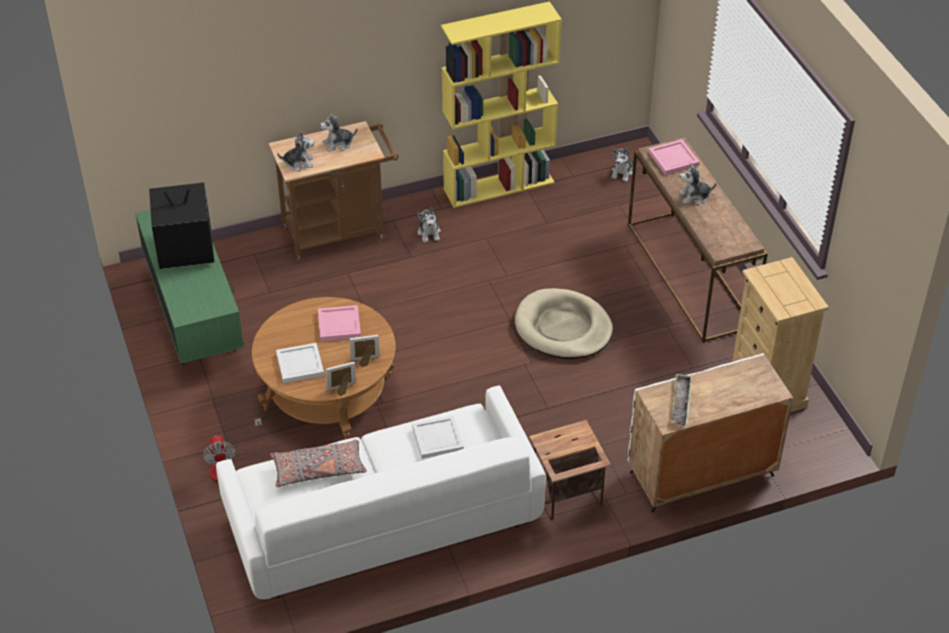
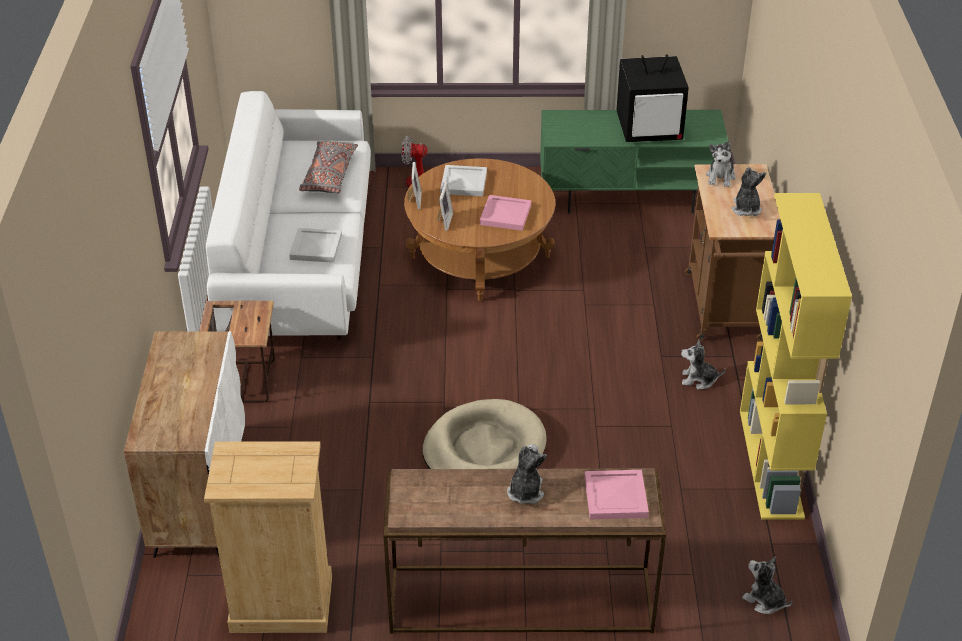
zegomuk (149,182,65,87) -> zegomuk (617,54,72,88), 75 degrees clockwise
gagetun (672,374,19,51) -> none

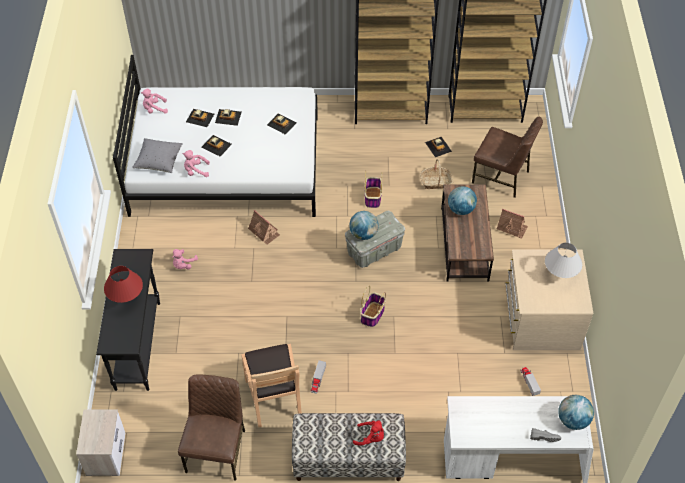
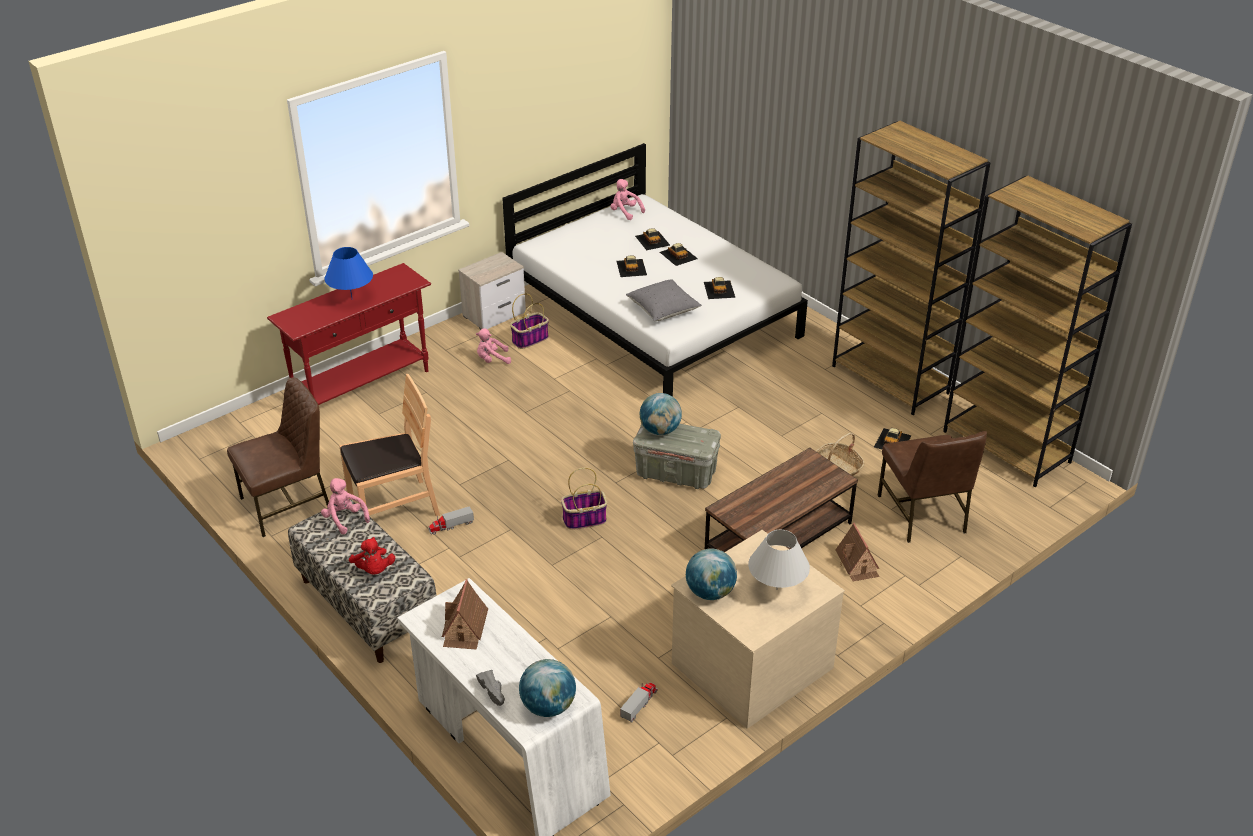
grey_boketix (132,138,51,35) -> grey_boketix (626,280,76,41), relocated
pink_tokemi (183,150,27,27) -> pink_tokemi (321,478,49,56), relocated
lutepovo (364,171,18,37) -> lutepovo (510,293,39,56), relocated
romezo (448,186,29,29) -> romezo (686,549,51,51), relocated
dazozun (248,210,32,34) -> dazozun (442,579,46,70), relocated
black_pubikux (96,249,64,142) -> red_pubikux (267,263,164,142)
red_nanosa (104,266,39,37) -> blue_nanosa (324,247,49,51)
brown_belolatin (241,344,61,83) -> brown_belolatin (339,374,101,142), 150 degrees counterclockwise
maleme (76,410,49,66) -> maleme (458,252,68,77), relocated

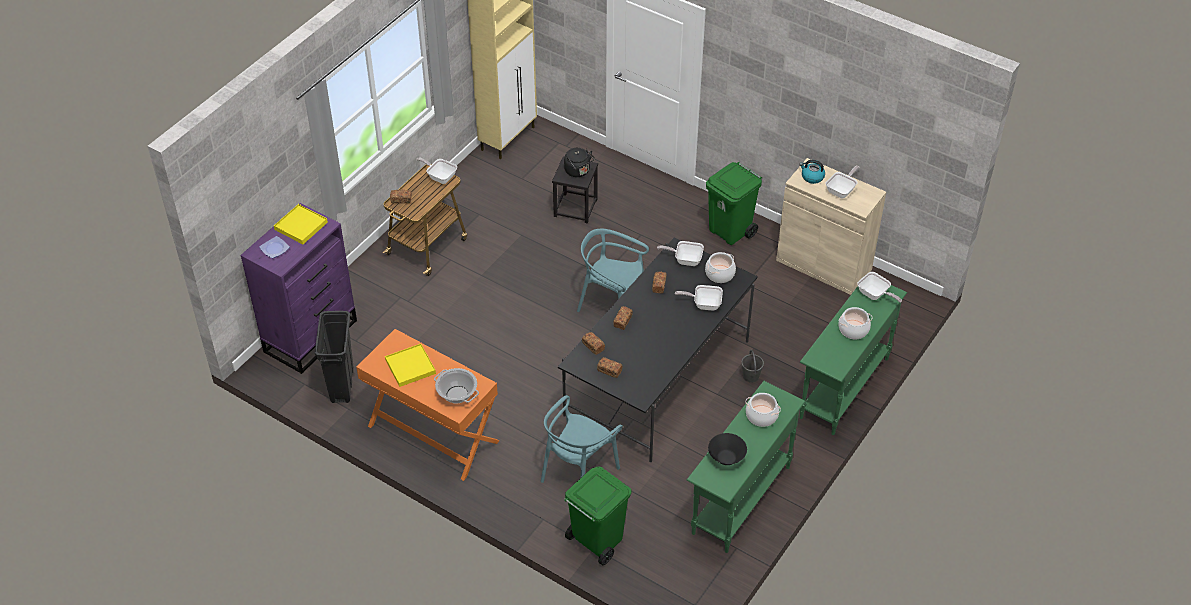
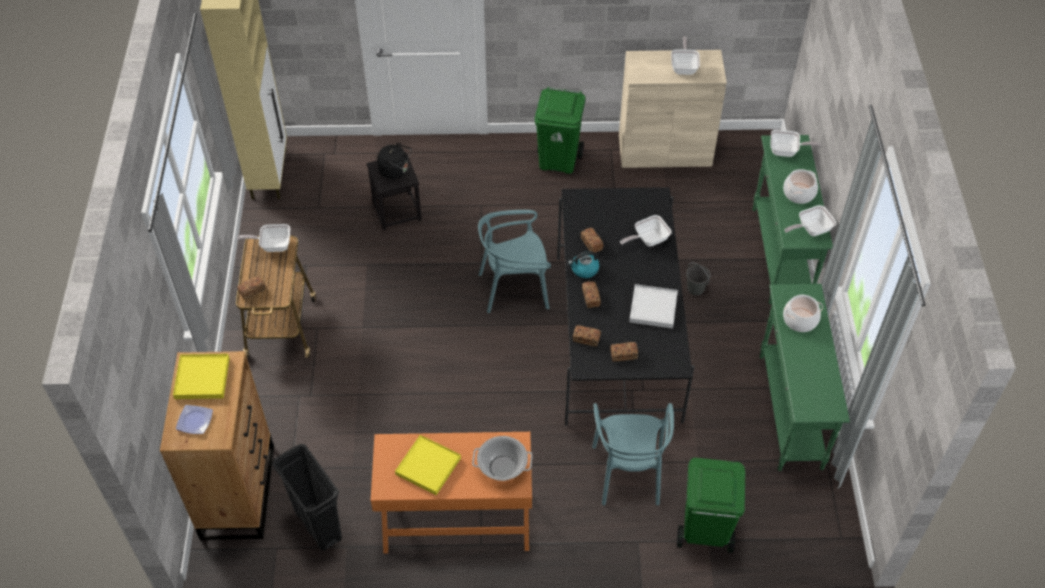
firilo (799,160,26,24) -> firilo (568,251,32,27), relocated
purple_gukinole (240,203,117,171) -> brown_gukinole (160,351,114,189)
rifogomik (657,241,47,25) -> rifogomik (784,205,52,31), relocated
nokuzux (705,252,31,31) -> none
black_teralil (708,433,39,32) -> none
none -> white_gagetun (629,284,49,44)

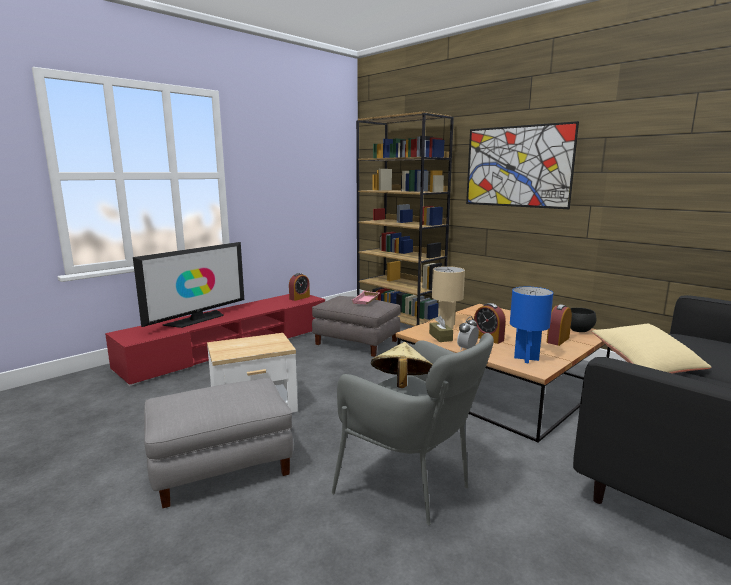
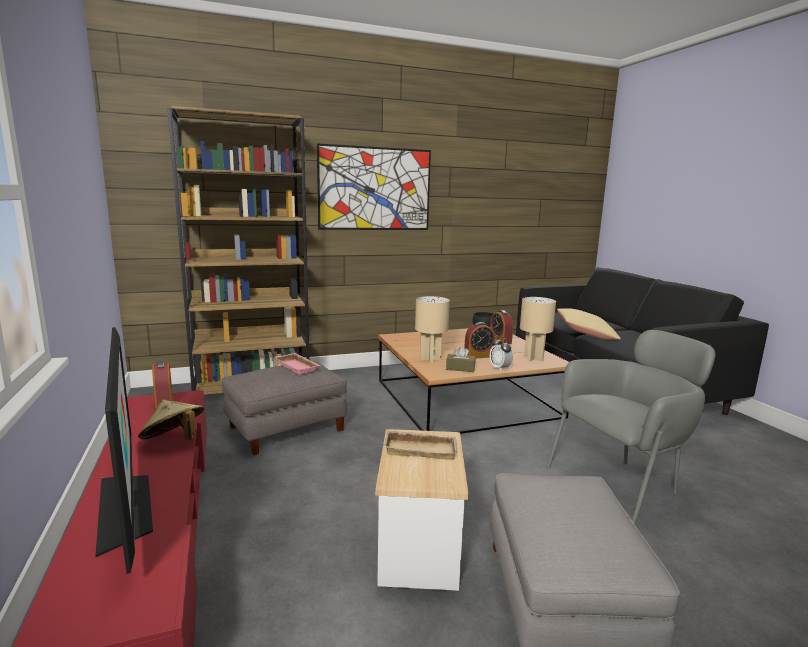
blue_nanosa (510,287,43,76) -> beige_nanosa (520,297,36,64)
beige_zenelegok (371,342,62,46) -> beige_zenelegok (138,400,66,40), relocated
none -> beige_gagetun (384,431,73,29)

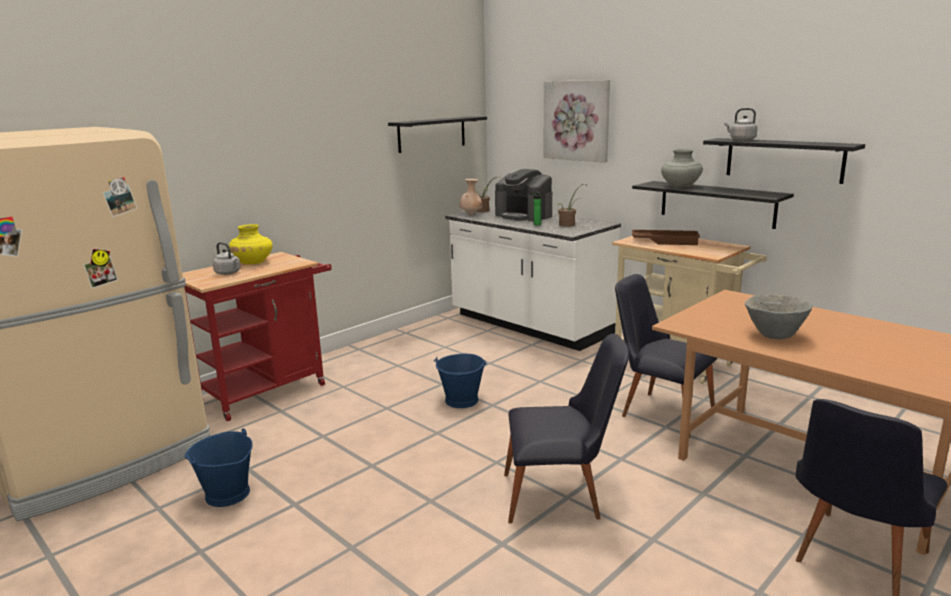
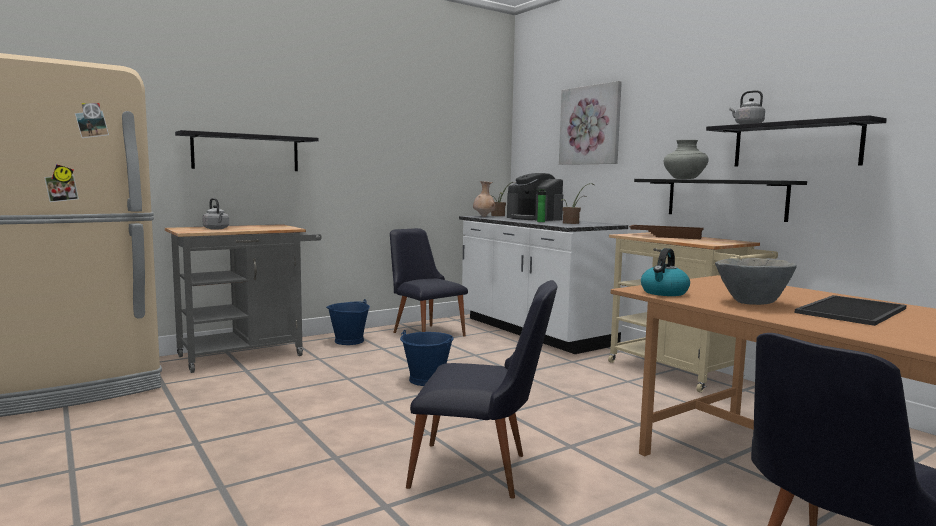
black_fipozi (388,116,99,37) -> black_fipozi (175,130,144,41), relocated
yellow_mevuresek (229,224,44,41) -> none
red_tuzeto (182,252,150,169) -> grey_tuzeto (165,224,157,149)
black_belolatin (615,274,102,164) -> black_belolatin (390,228,78,109), relocated
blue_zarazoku (185,428,68,79) -> blue_zarazoku (326,299,44,46), relocated
none -> firilo (641,248,49,48)
none -> gagetun (795,295,112,31)

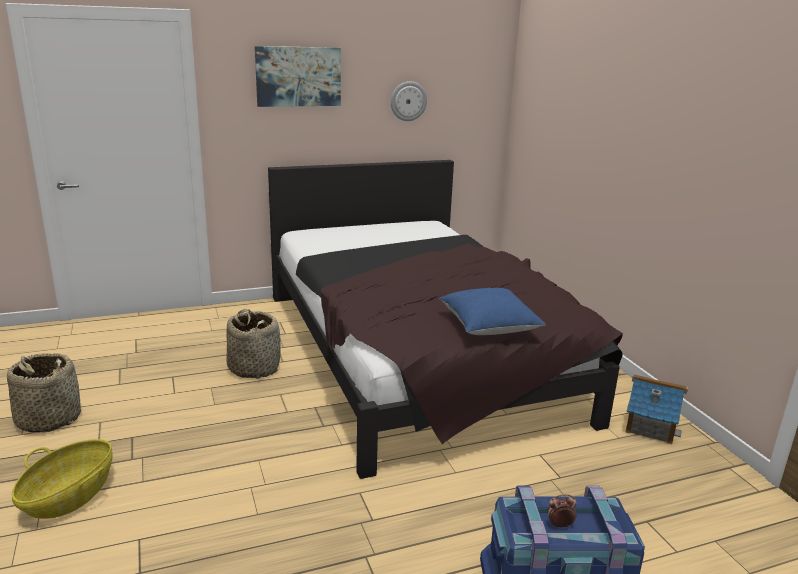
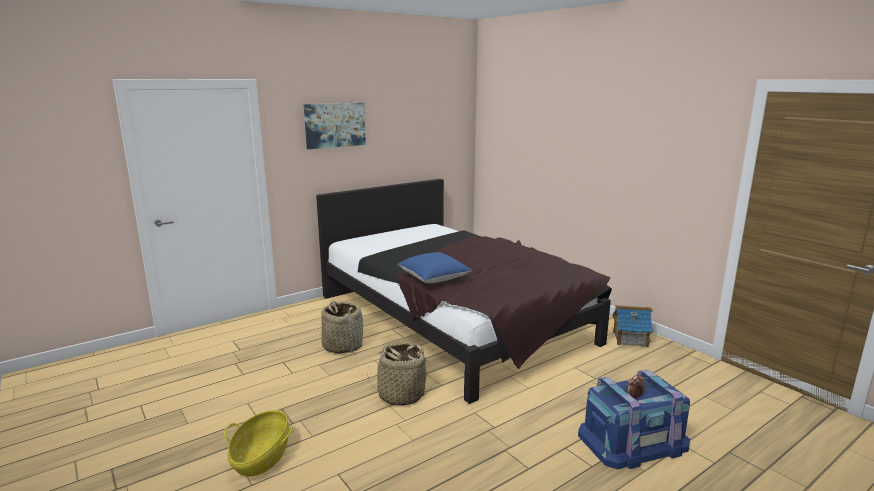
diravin (391,81,36,40) -> none
blue_boketix (439,288,107,47) -> blue_boketix (397,252,75,31), relocated
lutepovo (7,353,74,80) -> lutepovo (367,342,64,64), relocated

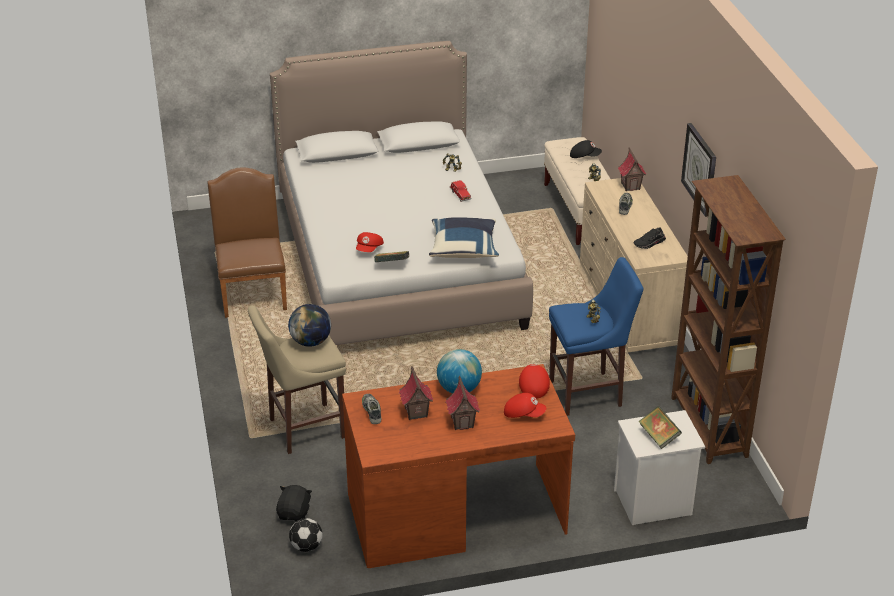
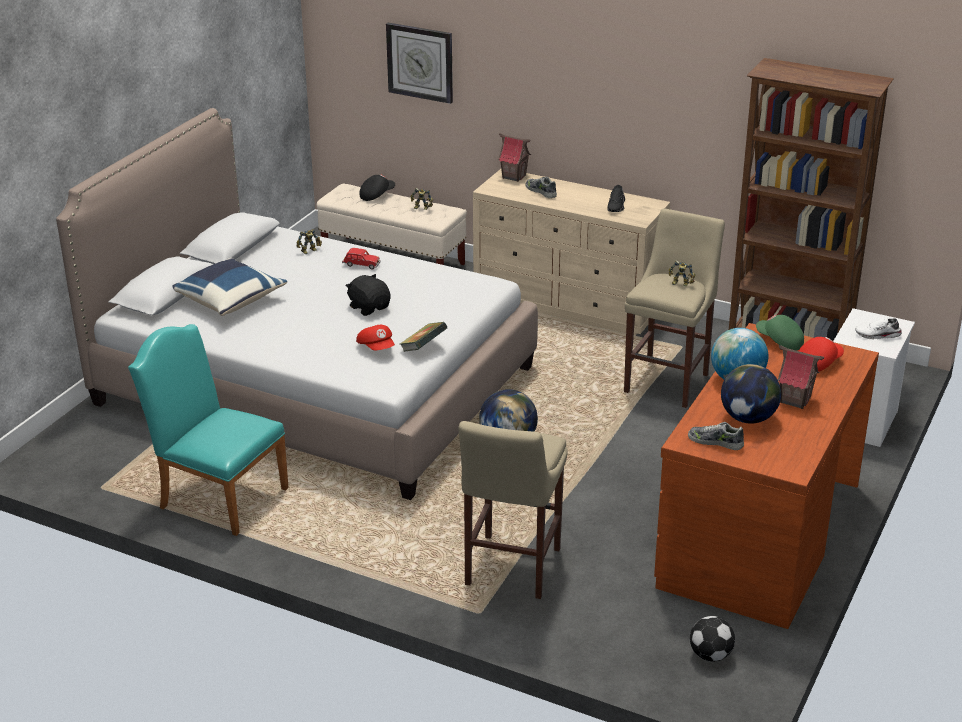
diravin (681,123,35,94) -> diravin (386,23,67,81), relocated
brown_belolatin (208,167,79,151) -> turquoise_belolatin (128,324,161,212)
blue_boketix (429,217,70,41) -> blue_boketix (173,258,114,58), relocated
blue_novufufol (549,257,94,159) -> beige_novufufol (624,208,101,200)
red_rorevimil (519,364,31,35) -> green_rorevimil (756,315,48,35)
dazozun (399,366,34,54) -> romezo (721,364,60,60)
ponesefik (638,406,44,43) -> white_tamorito (855,317,47,23)
black_tokemi (276,485,36,36) -> black_tokemi (346,274,44,42), relocated

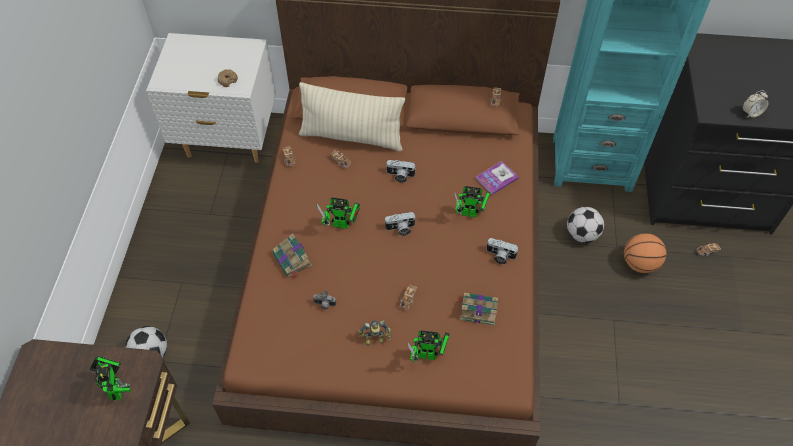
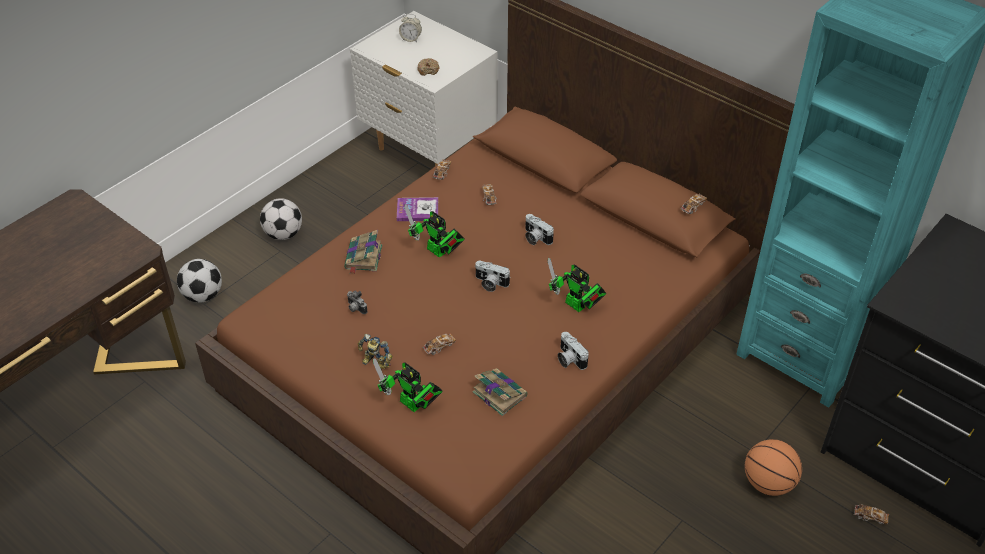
beige_boketix (299,82,106,70) -> none
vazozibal (742,90,26,28) -> vazozibal (399,14,23,28), relocated
ponesefik (476,161,43,34) -> ponesefik (397,197,41,24), relocated
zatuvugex (567,207,37,36) -> zatuvugex (260,198,42,42), relocated
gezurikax (90,356,42,45) -> none

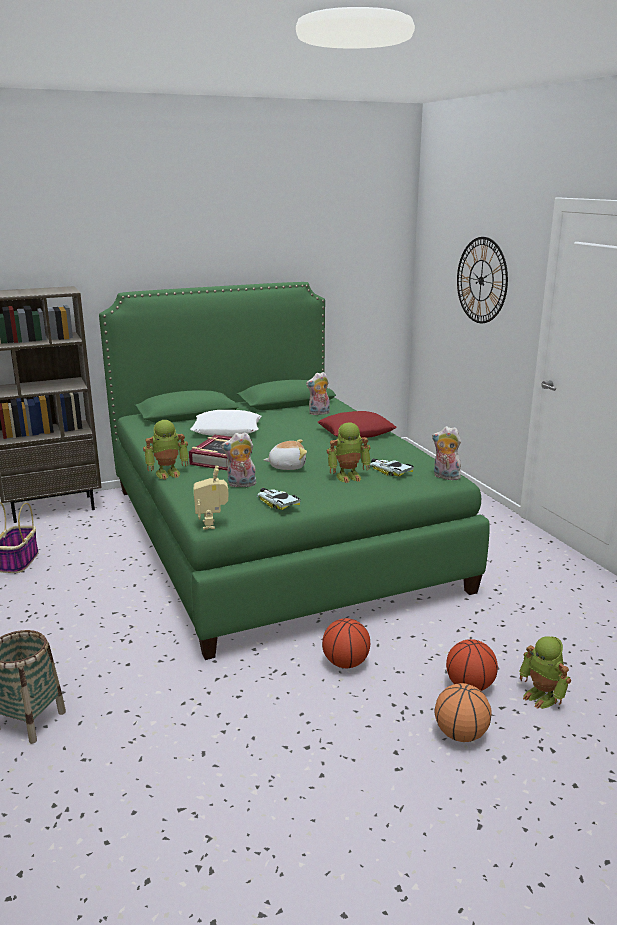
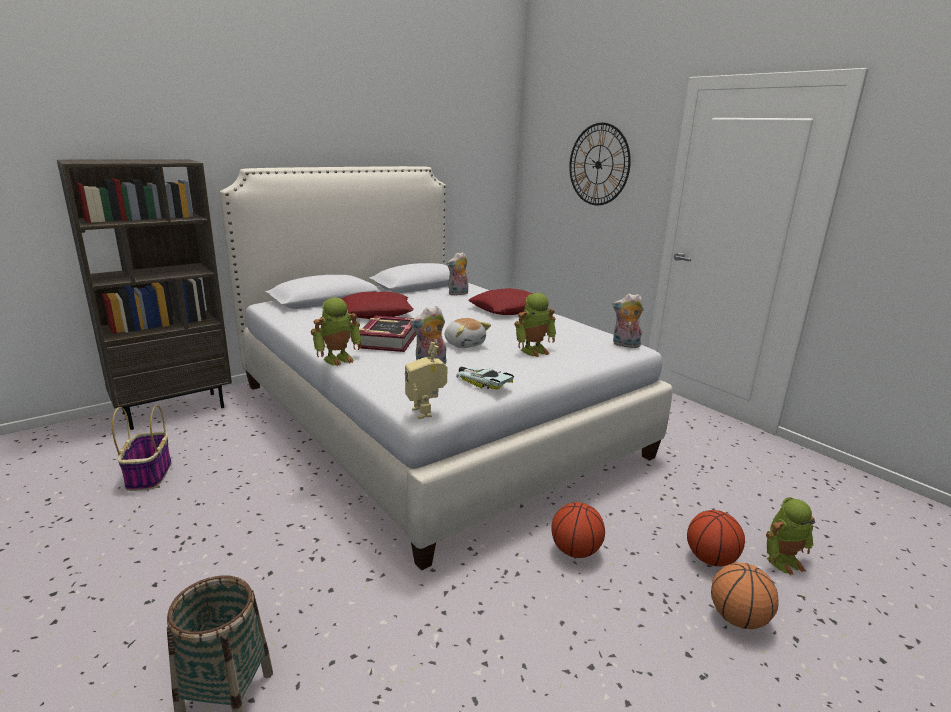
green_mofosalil (99,282,391,378) -> white_mofosalil (220,166,453,405)
white_boketix (190,410,72,26) -> red_boketix (341,292,73,27)
tokemi (264,440,43,30) -> tokemi (445,318,46,30), 75 degrees clockwise
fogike (369,458,45,18) -> none
gezurikax (519,636,52,73) -> gezurikax (766,497,49,78), 60 degrees counterclockwise

